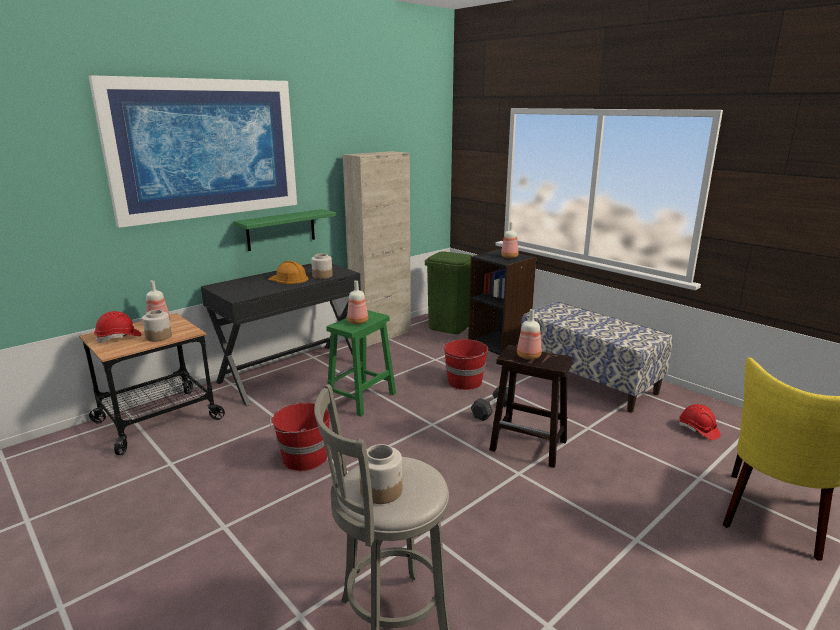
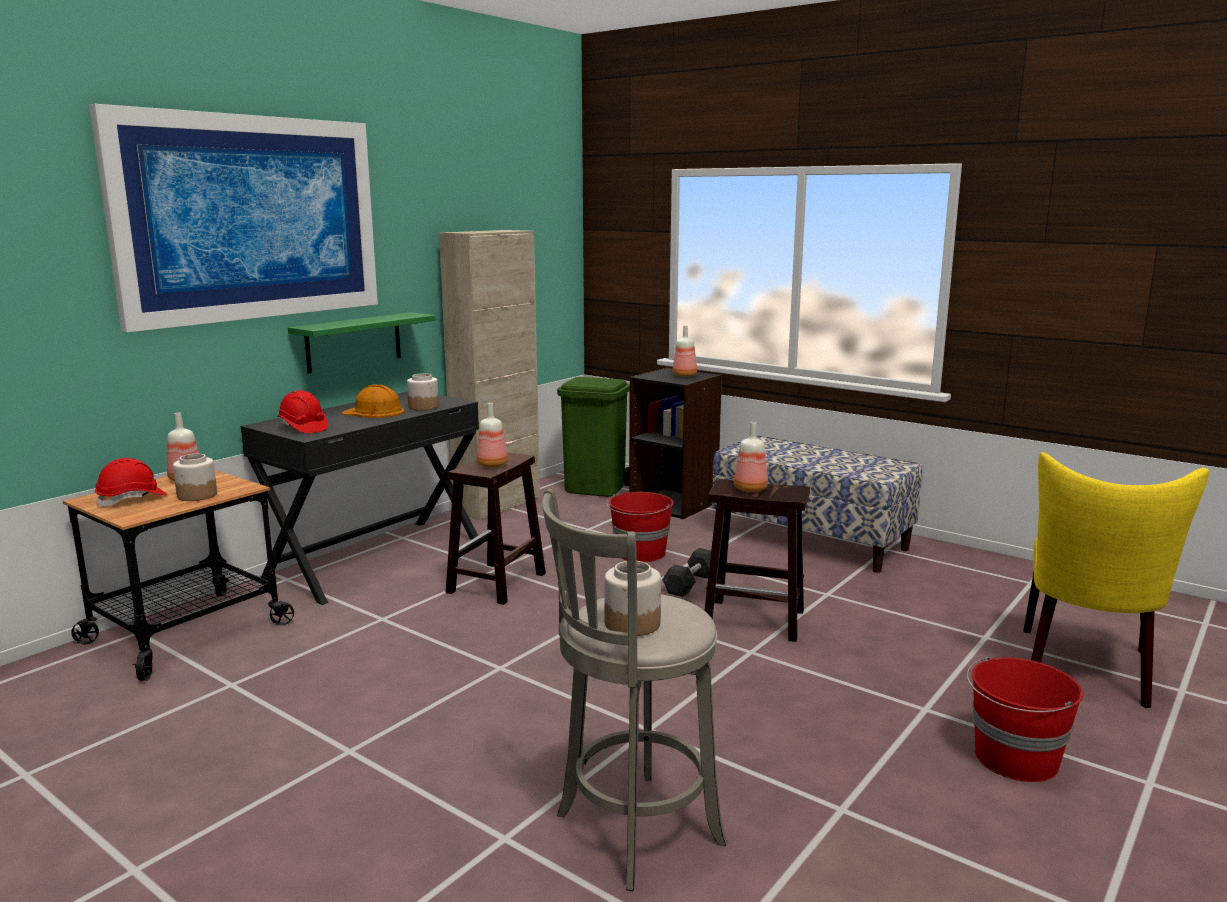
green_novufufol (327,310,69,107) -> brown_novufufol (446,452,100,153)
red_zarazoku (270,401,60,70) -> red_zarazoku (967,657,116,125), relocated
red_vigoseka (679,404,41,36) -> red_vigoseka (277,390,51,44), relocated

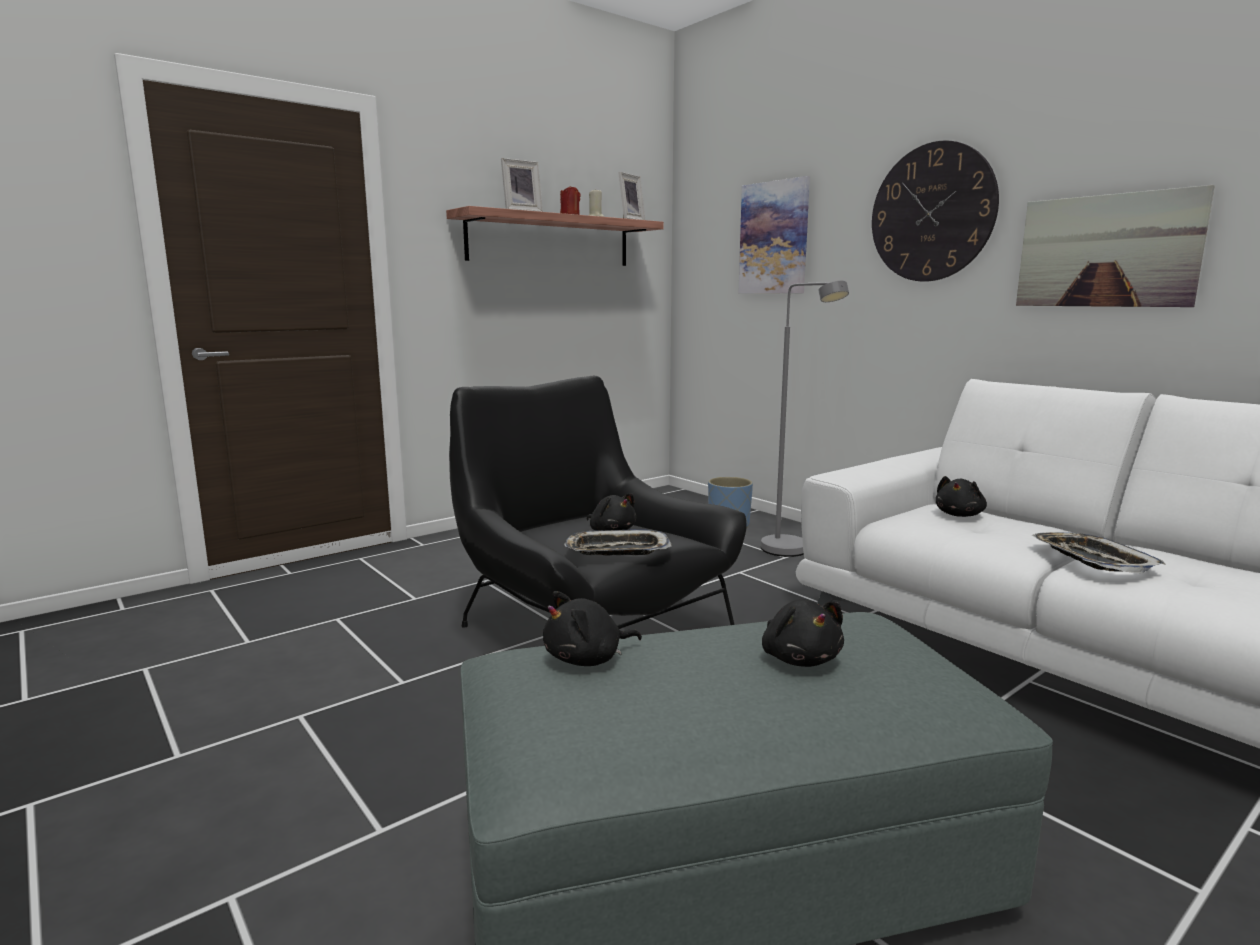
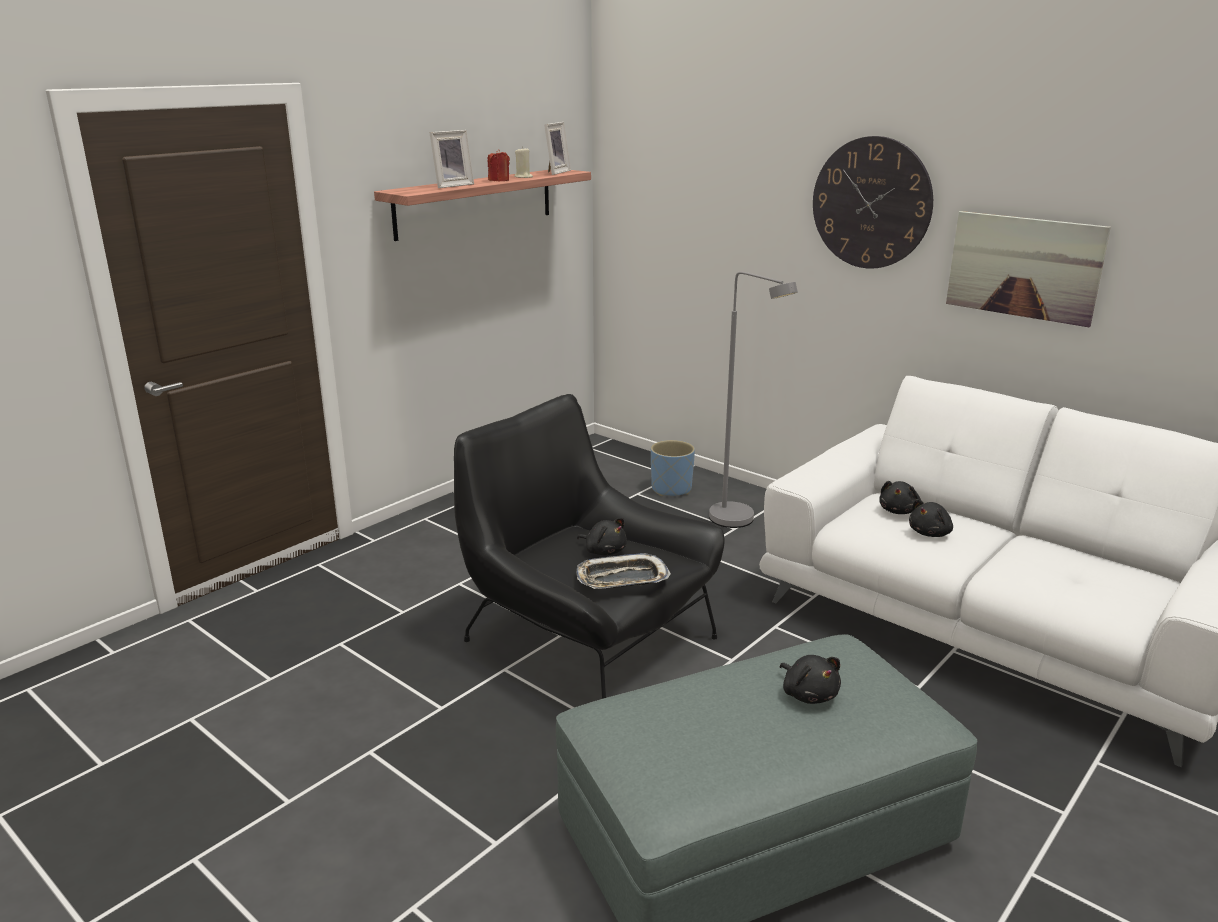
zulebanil (738,176,72,118) -> none
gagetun (1031,532,135,41) -> none
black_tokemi (543,591,99,75) -> black_tokemi (909,499,44,38), relocated

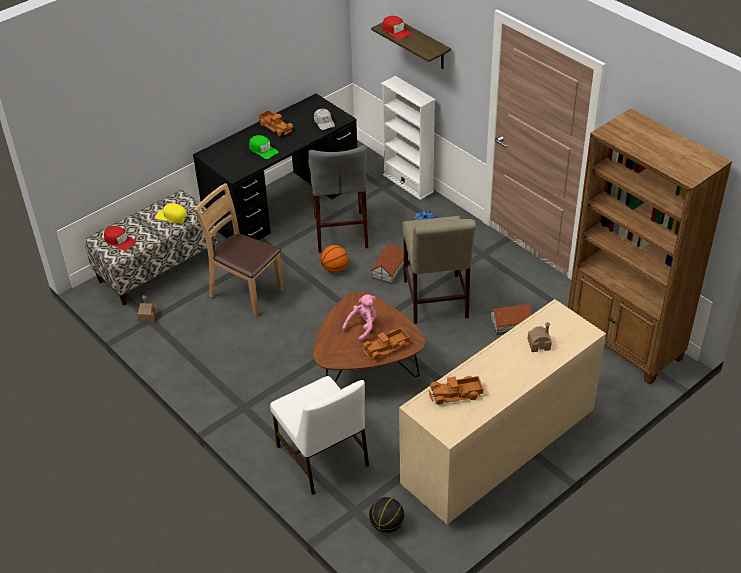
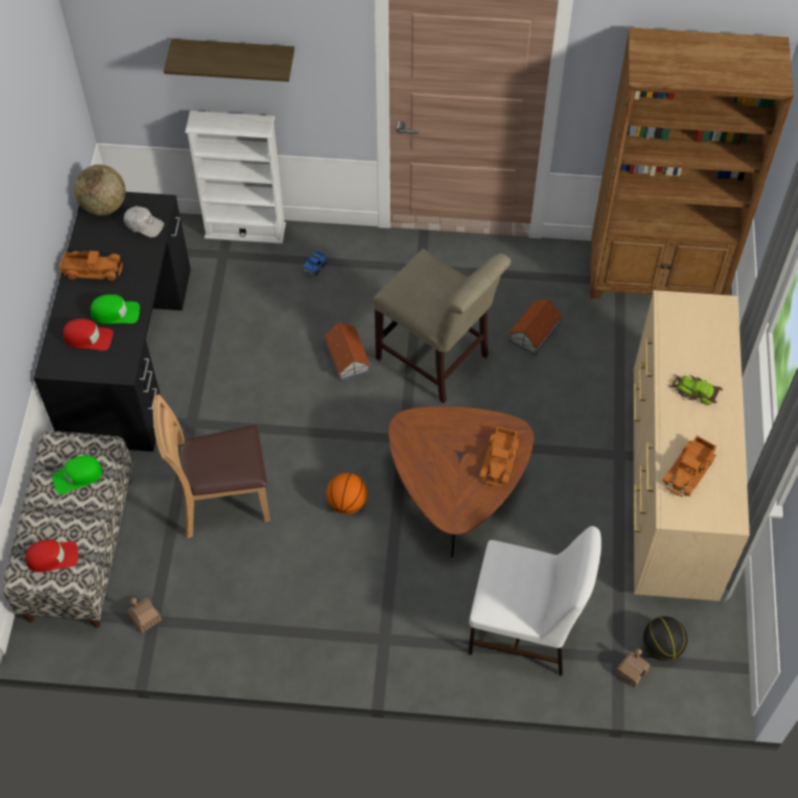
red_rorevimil (382,16,29,24) -> red_rorevimil (63,319,50,32), relocated
grey_novufufol (308,145,60,108) -> none
yellow_rorevimil (155,203,33,20) -> green_rorevimil (52,455,51,39)
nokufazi (321,245,27,28) -> nokufazi (326,473,42,41), relocated
pink_tokemi (342,294,35,48) -> none
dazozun (528,322,24,30) -> dazozun (615,649,35,39), relocated
none -> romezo (74,164,52,52)
none -> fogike (669,374,54,31)

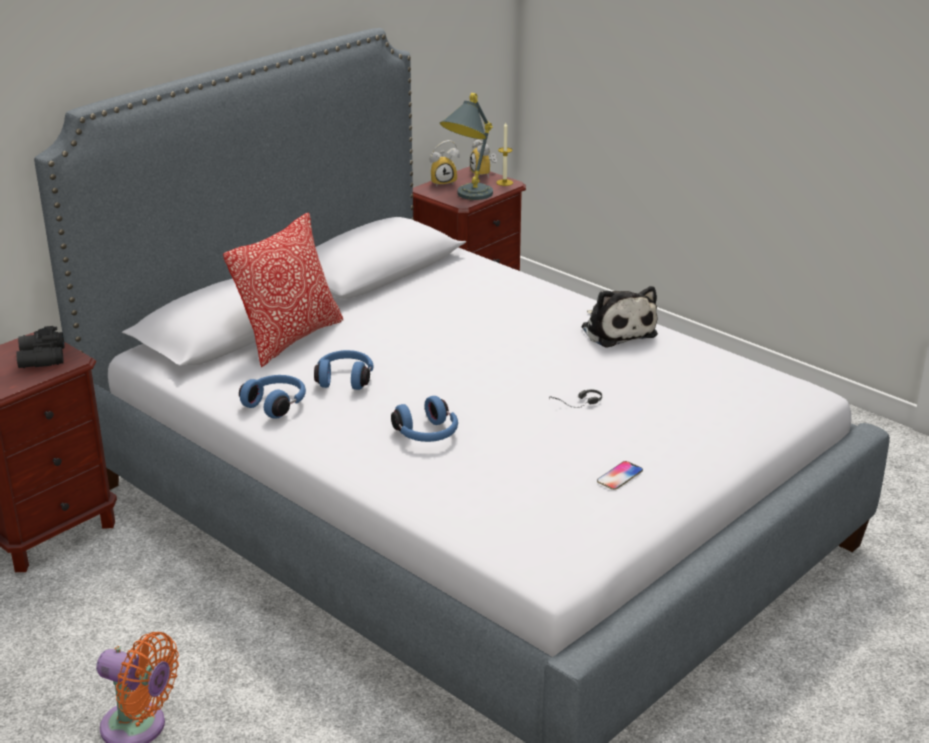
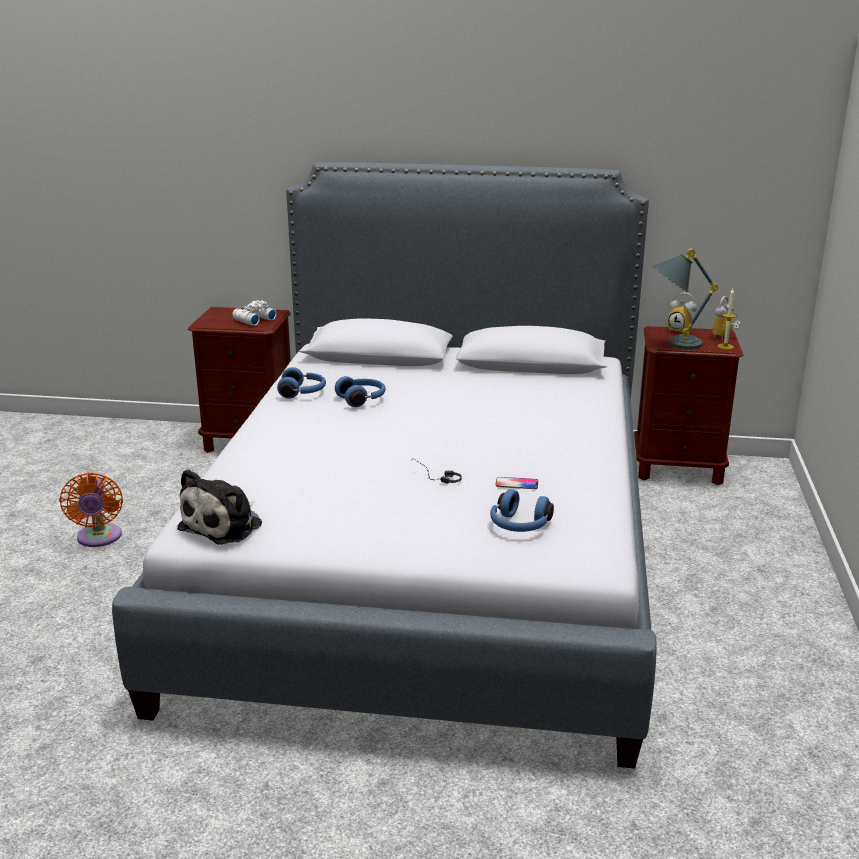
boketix (223,212,120,155) -> none
tokemi (581,286,77,62) -> tokemi (177,469,85,76), relocated
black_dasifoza (16,326,48,42) -> white_dasifoza (232,300,45,26)
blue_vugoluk (391,396,67,46) -> blue_vugoluk (490,489,64,43), relocated
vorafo (597,461,46,29) -> vorafo (495,477,43,12), relocated

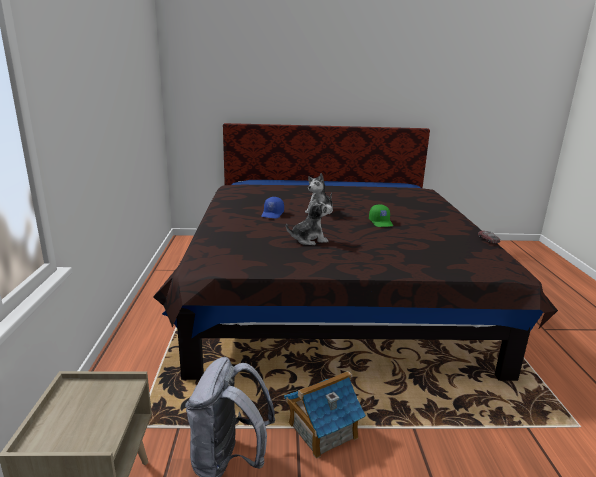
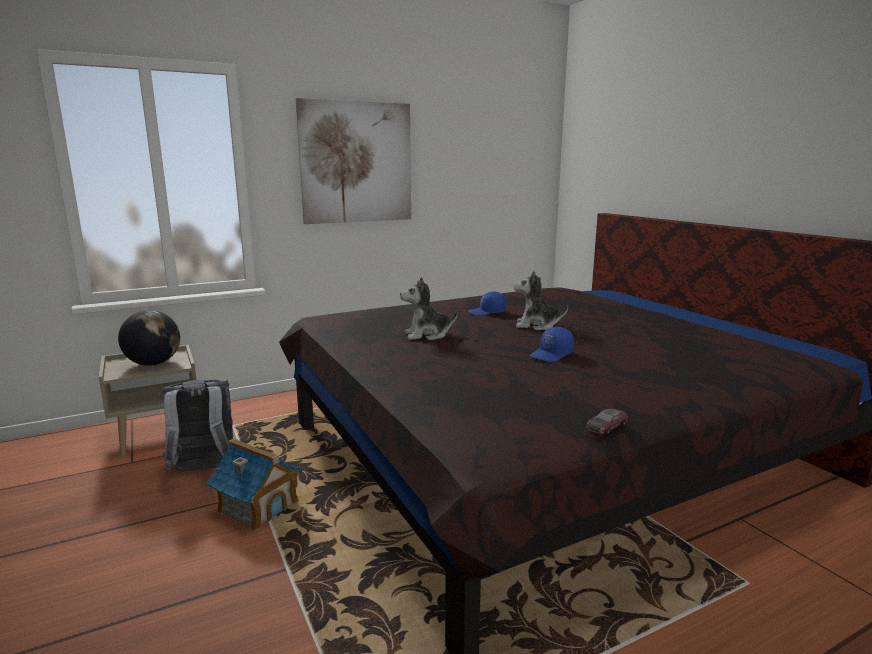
tokemi (286,193,46,52) -> tokemi (400,277,58,63), 120 degrees clockwise
green_rorevimil (369,204,24,23) -> blue_rorevimil (530,327,44,35)
none -> zulebanil (296,98,115,126)
none -> romezo (118,310,62,56)

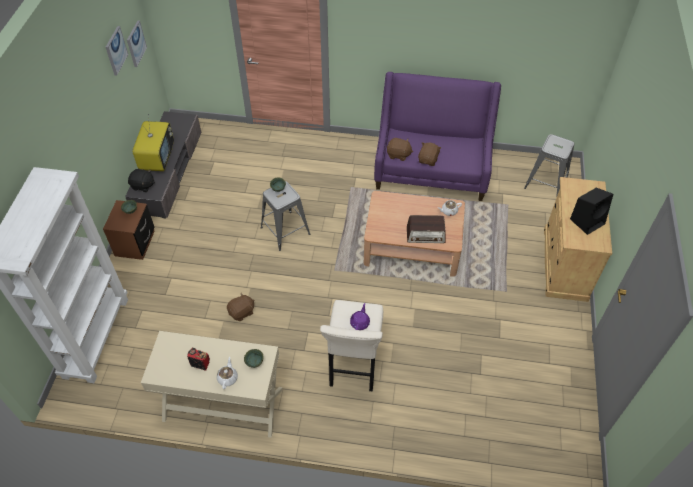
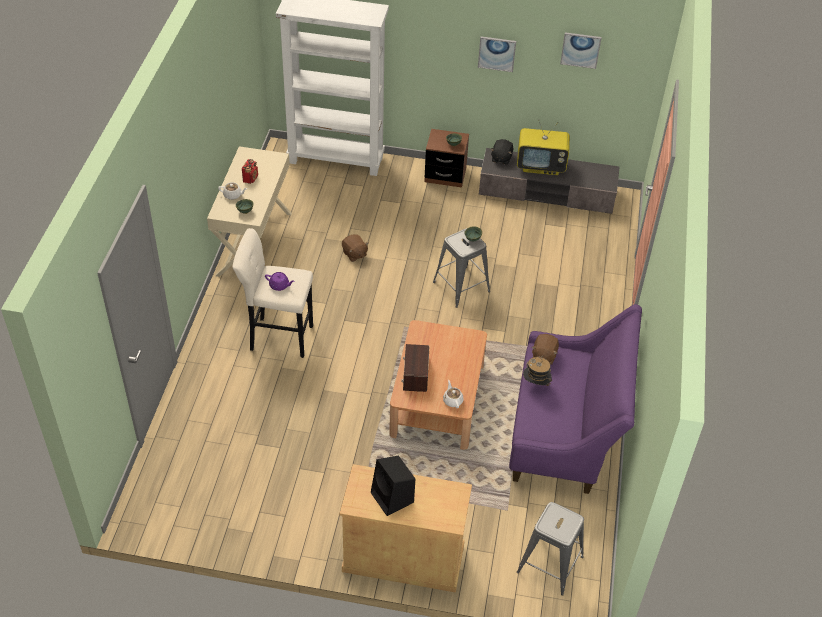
zulebanil (127,20,20,47) -> zulebanil (478,36,38,36), relocated
brown_tokemi (418,142,23,24) -> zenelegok (523,356,29,30)

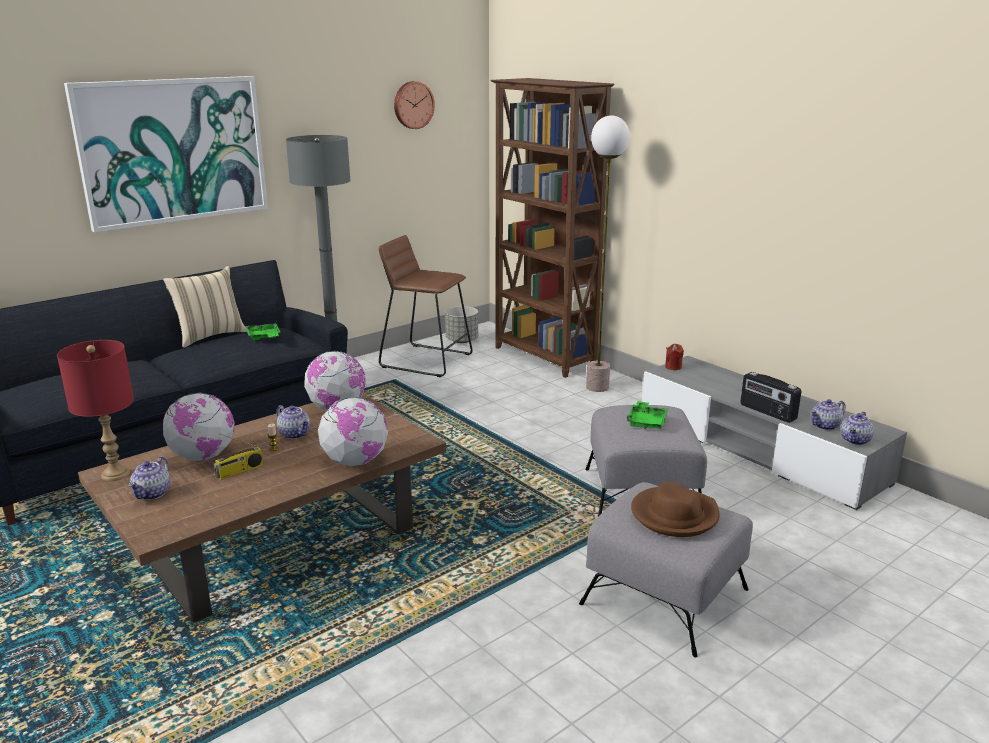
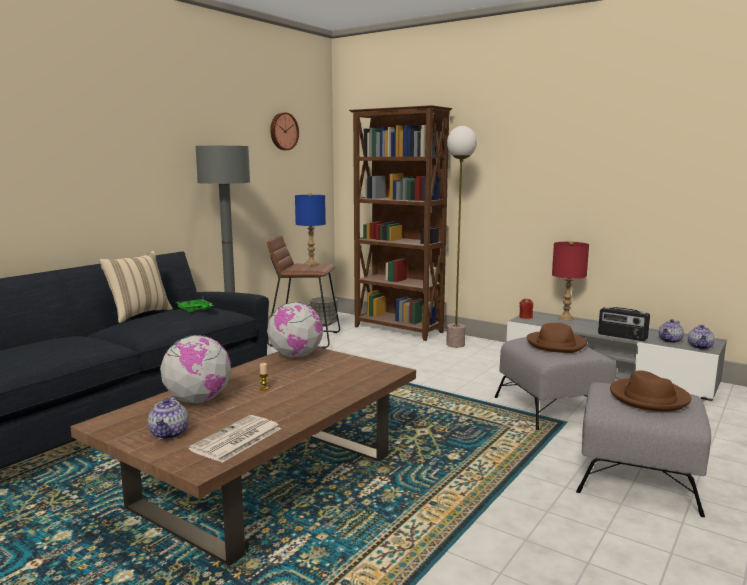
zulebanil (64,76,204,157) -> none
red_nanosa (57,340,77,141) -> red_nanosa (552,241,37,80), relocated
romezo (318,397,70,69) -> none
green_gagetun (627,401,41,28) -> brown_zenelegok (526,323,61,30)
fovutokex (276,405,34,34) -> none
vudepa (214,433,50,47) -> none
none -> blue_nanosa (295,193,31,72)
none -> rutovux (188,415,93,48)

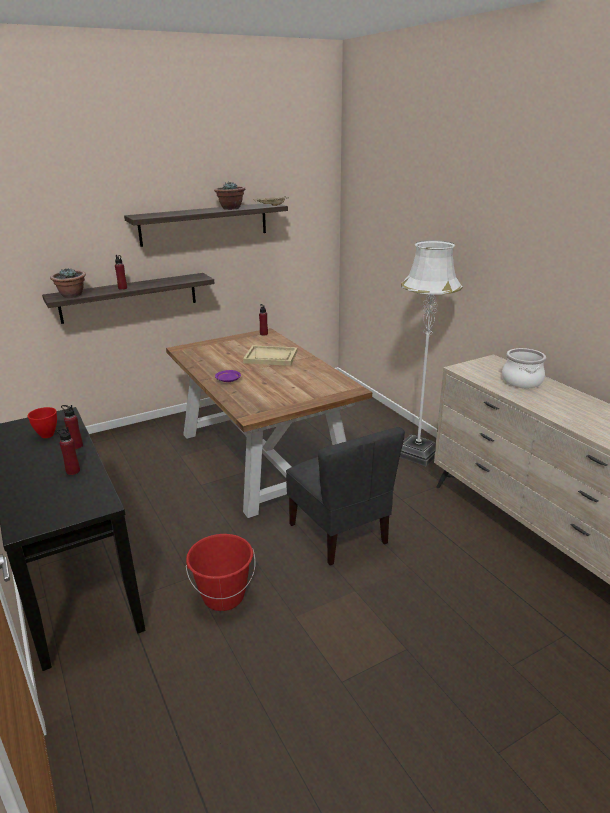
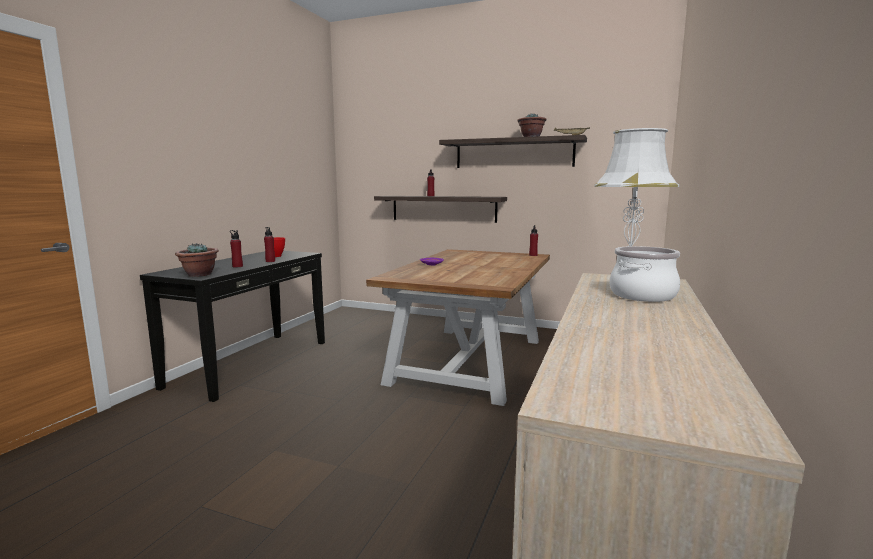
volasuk (50,268,36,30) -> volasuk (175,243,44,34), relocated
beige_gagetun (243,345,54,21) -> none
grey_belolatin (286,427,119,138) -> none
red_zarazoku (186,534,69,77) -> none

